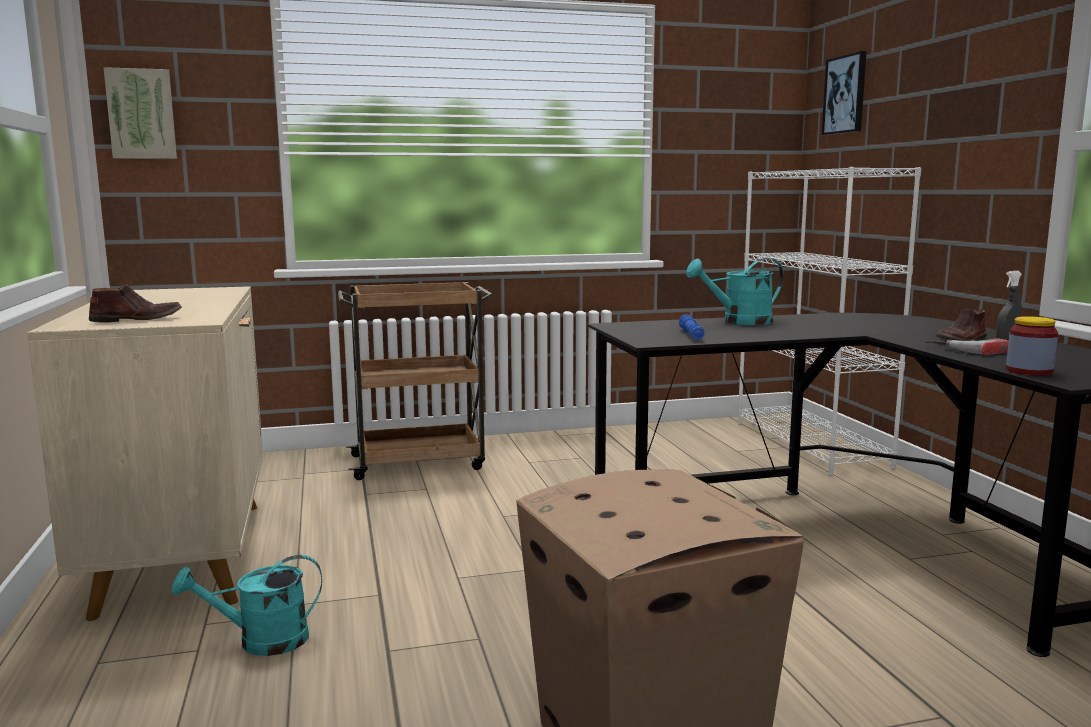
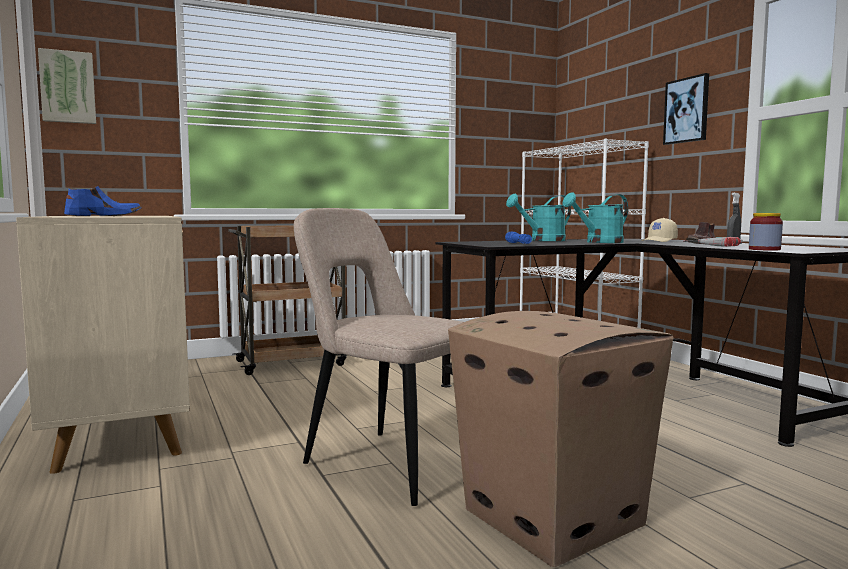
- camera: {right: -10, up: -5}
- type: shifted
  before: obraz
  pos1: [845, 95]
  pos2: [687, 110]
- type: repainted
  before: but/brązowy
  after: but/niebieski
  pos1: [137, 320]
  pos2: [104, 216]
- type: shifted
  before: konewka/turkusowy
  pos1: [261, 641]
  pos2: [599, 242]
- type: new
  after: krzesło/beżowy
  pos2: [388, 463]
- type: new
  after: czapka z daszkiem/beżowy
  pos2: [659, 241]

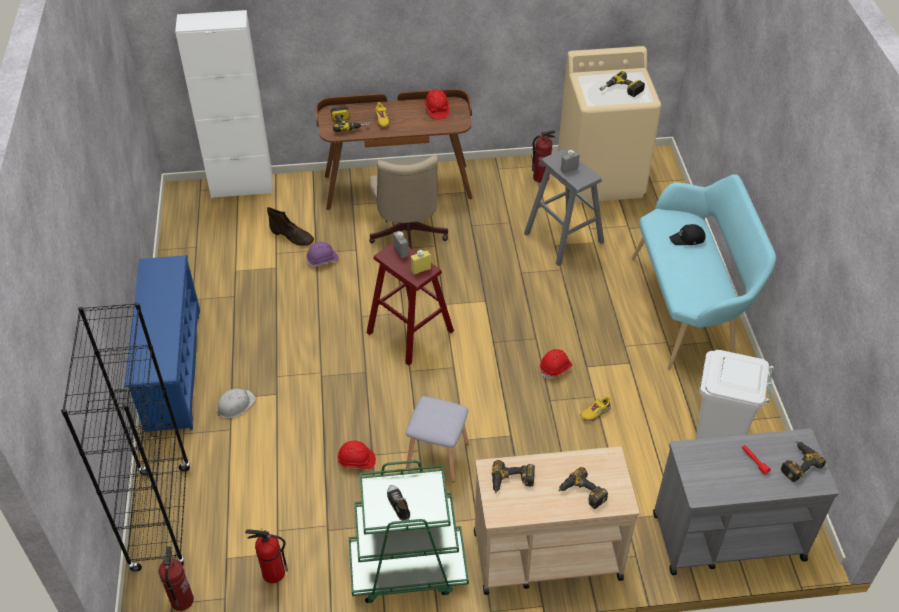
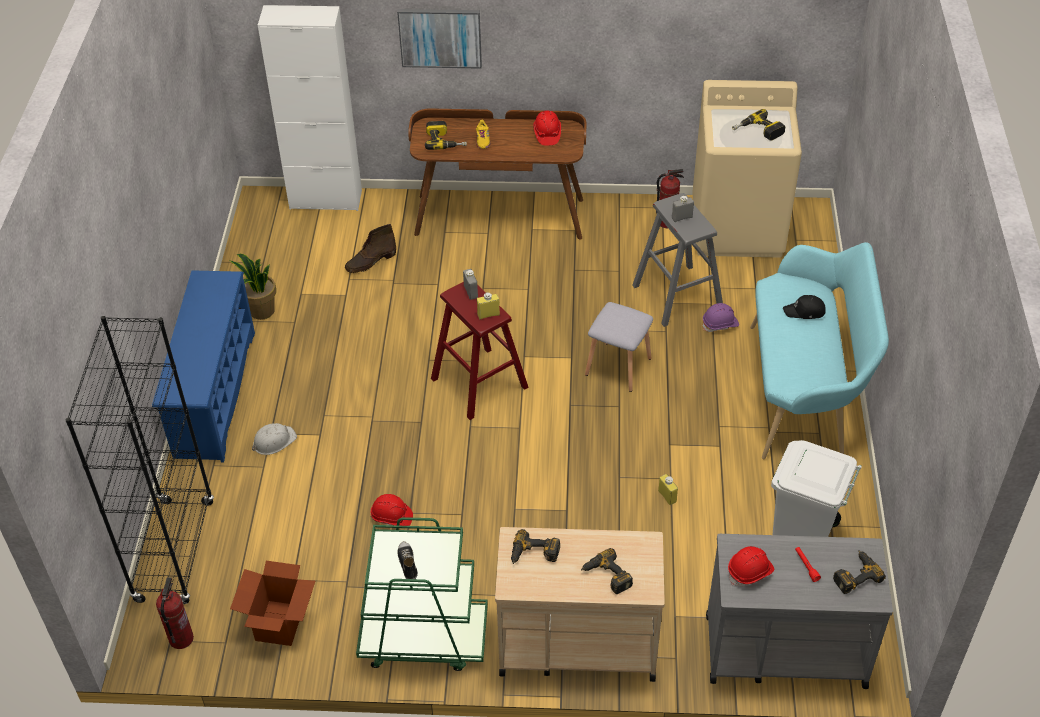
- camera: {right: 10, up: 0}
- type: gone
  before: krzesło biurowe/beżowy
  pos1: [407, 237]
- type: rotated
  before: but z cholewką/brązowy
  pos1: [292, 236]
  pos2: [370, 262]
  turn: 105
- type: shifted
  before: kask/fioletowy
  pos1: [322, 260]
  pos2: [720, 324]
- type: shifted
  before: kask/czerwony
  pos1: [555, 368]
  pos2: [750, 572]
- type: shifted
  before: stołek/szary
  pos1: [438, 455]
  pos2: [619, 366]
- type: swapped
  before: but/żółty
  after: butelka/żółty
  pos1: [595, 412]
  pos2: [667, 496]
- type: swapped
  before: gaśnica
  after: karton
  pos1: [272, 573]
  pos2: [279, 624]
- type: new
  after: obraz
  pos2: [440, 37]
- type: new
  after: roślina doniczkowa
  pos2: [261, 311]

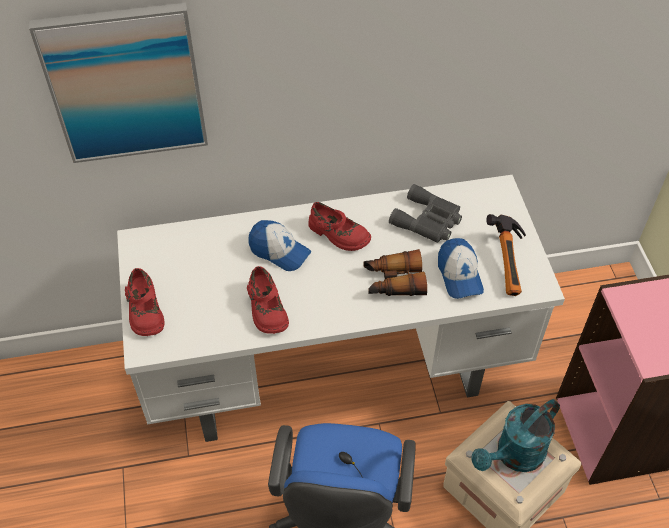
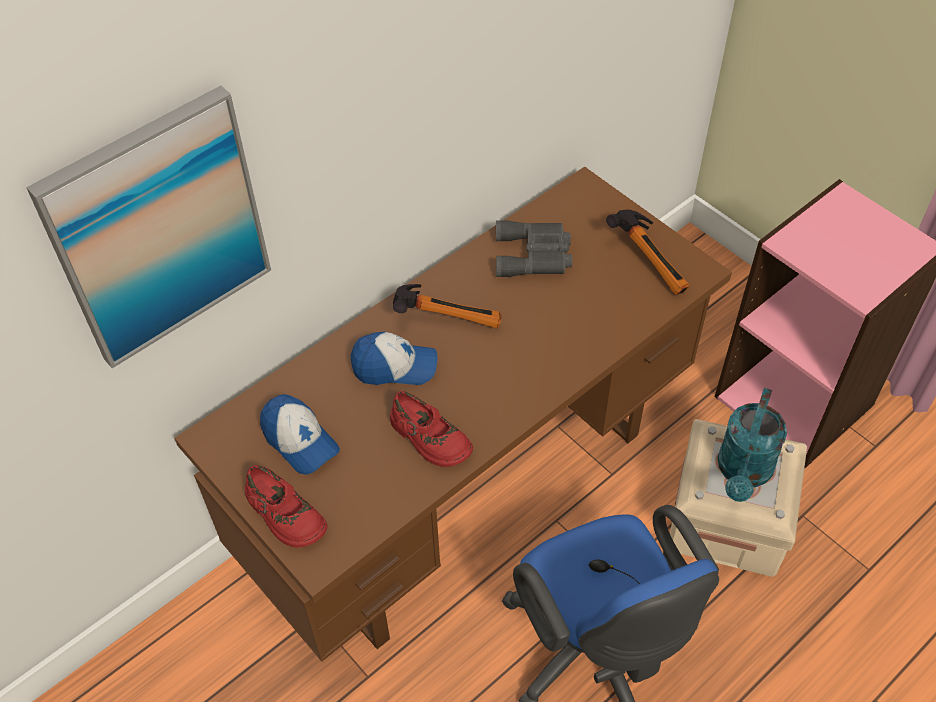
- camera: {right: -30, up: 0}
- type: repainted
  before: biurko/biały
  after: biurko/brązowy
  pos1: [335, 371]
  pos2: [470, 489]
- type: swapped
  before: but/czerwony
  after: młotek
  pos1: [338, 234]
  pos2: [448, 316]
- type: shifted
  before: czapka z daszkiem
  pos1: [459, 275]
  pos2: [300, 441]
- type: gone
  before: lornetka
  pos1: [393, 281]

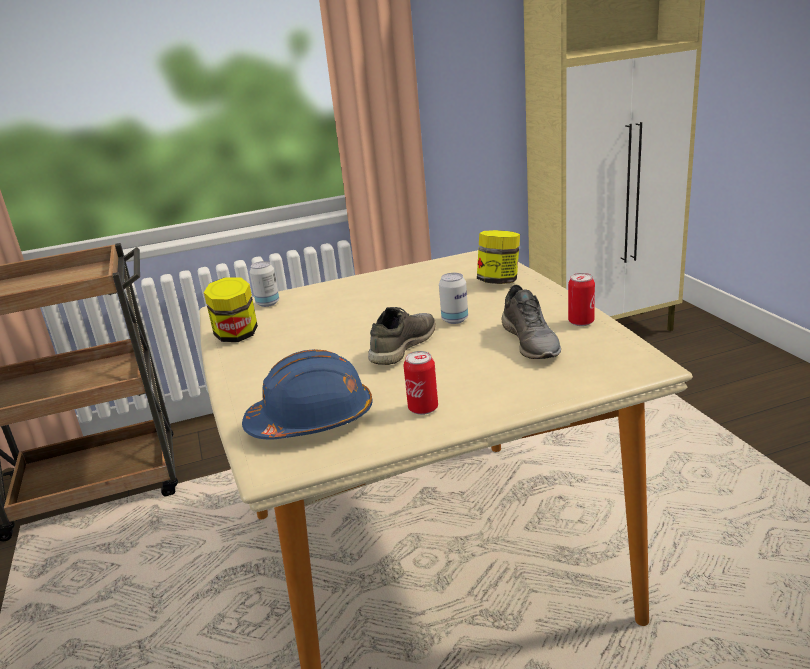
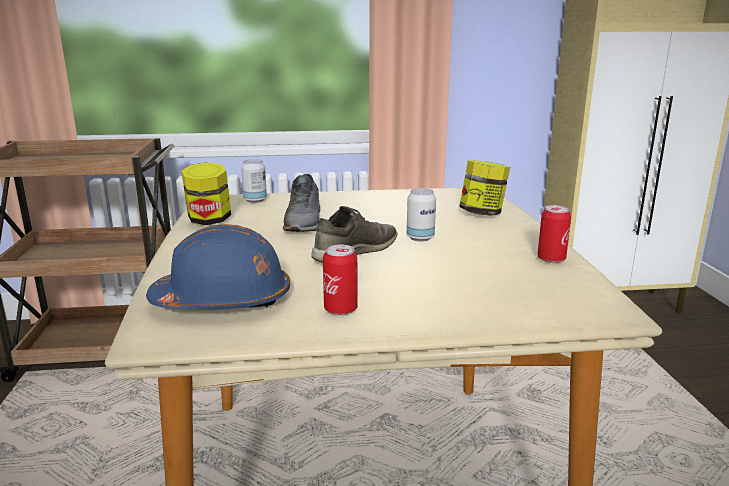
- camera: {right: 10, up: -5}
- type: shifted
  before: but/szary
  pos1: [531, 342]
  pos2: [305, 222]

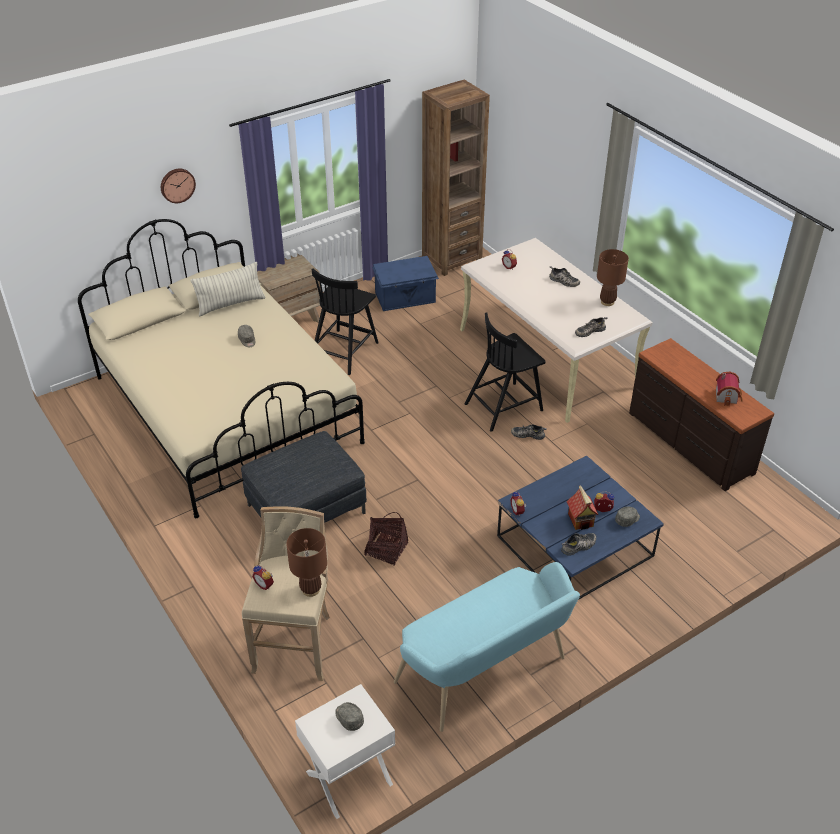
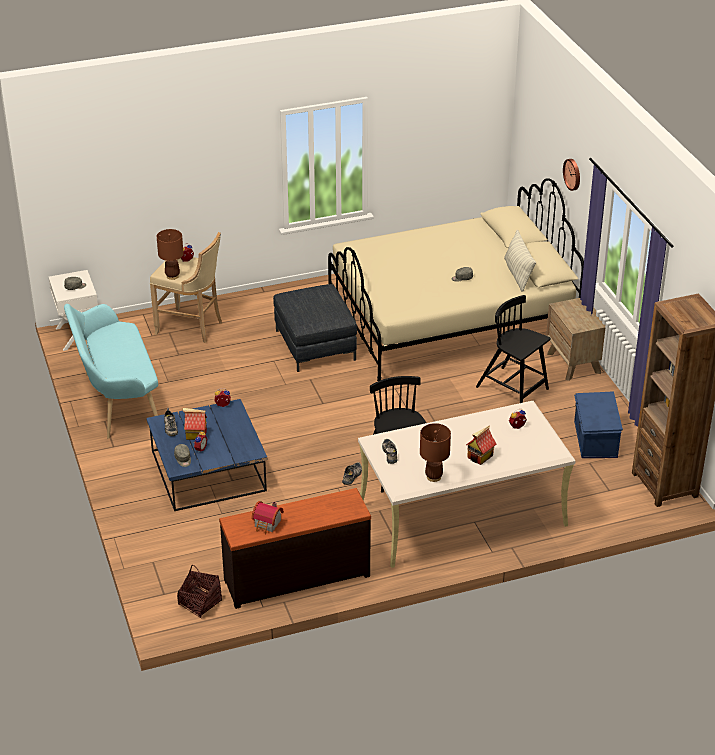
- camera: {right: 105, up: -5}
- type: swapped
  before: but
  after: domek
  pos1: [563, 281]
  pos2: [480, 457]
- type: shifted
  before: koszyk
  pos1: [386, 549]
  pos2: [200, 603]

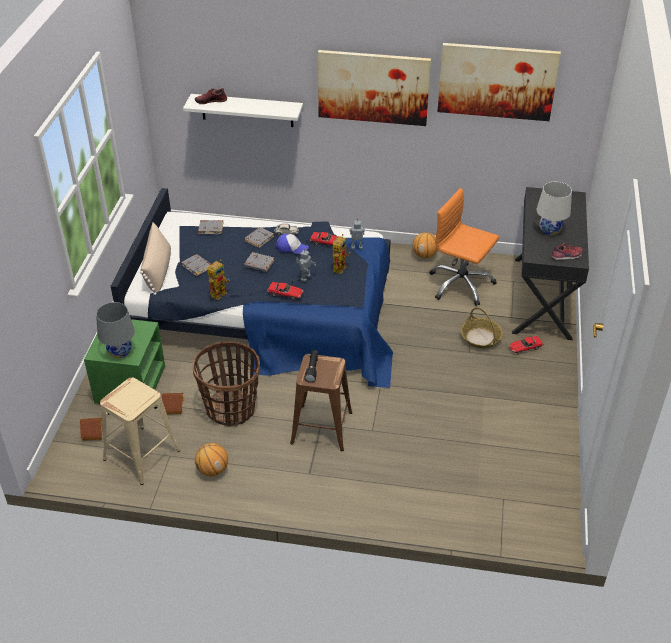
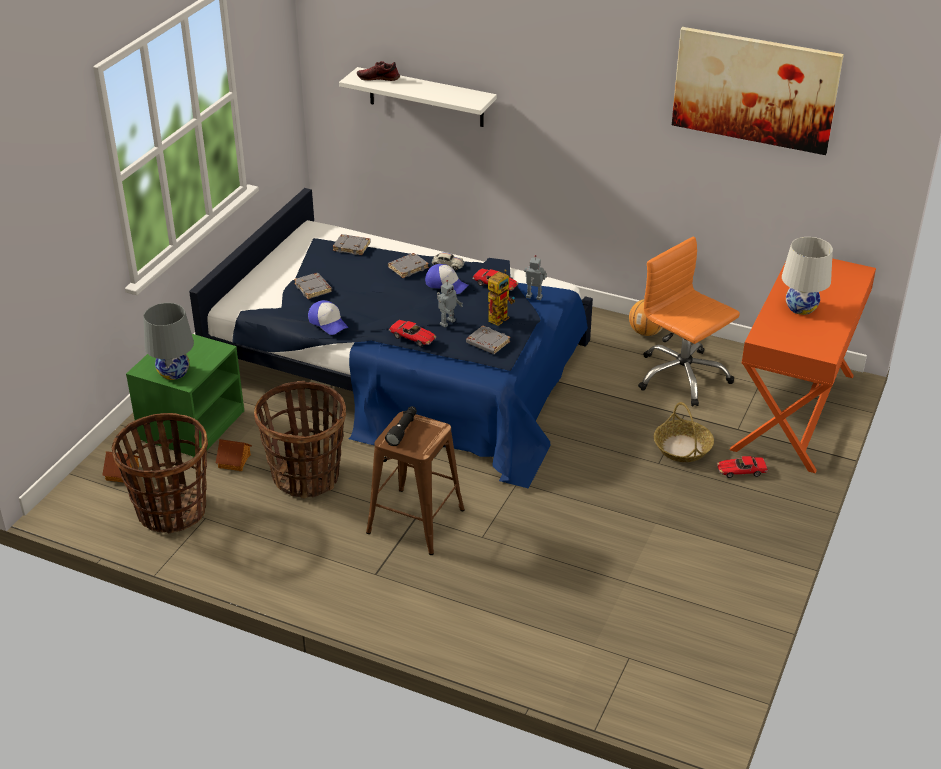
- camera: {right: 15, up: -5}
- type: gone
  before: obraz
  pos1: [373, 87]
- type: repainted
  before: biurko/czarny
  after: biurko/pomarańczowy
  pos1: [543, 298]
  pos2: [794, 412]
- type: gone
  before: poduszka/beżowy
  pos1: [158, 271]
- type: gone
  before: but
  pos1: [566, 256]
- type: shifted
  before: książka/szary
  pos1: [258, 264]
  pos2: [487, 343]
- type: swapped
  before: robot zabawkowy
  after: czapka z daszkiem
  pos1: [219, 292]
  pos2: [328, 323]
- type: swapped
  before: stołek/beżowy
  after: koszyk
  pos1: [142, 455]
  pos2: [171, 511]
- type: gone
  before: piłka do koszykówki
  pos1: [212, 470]

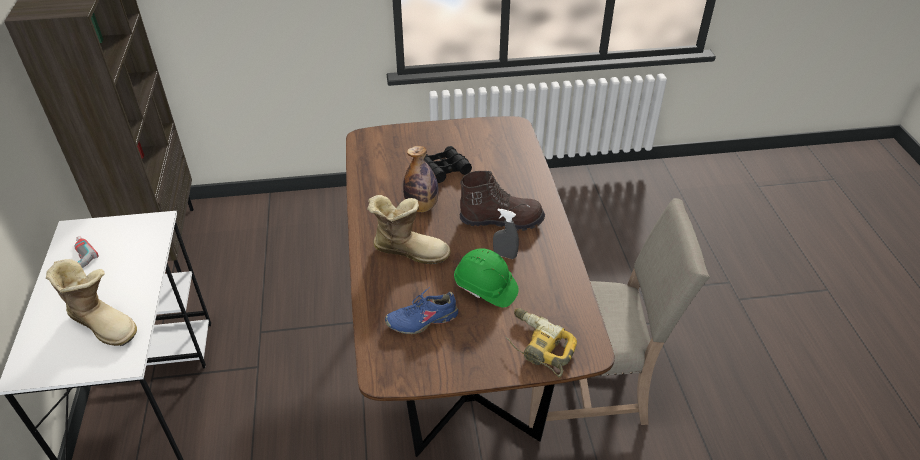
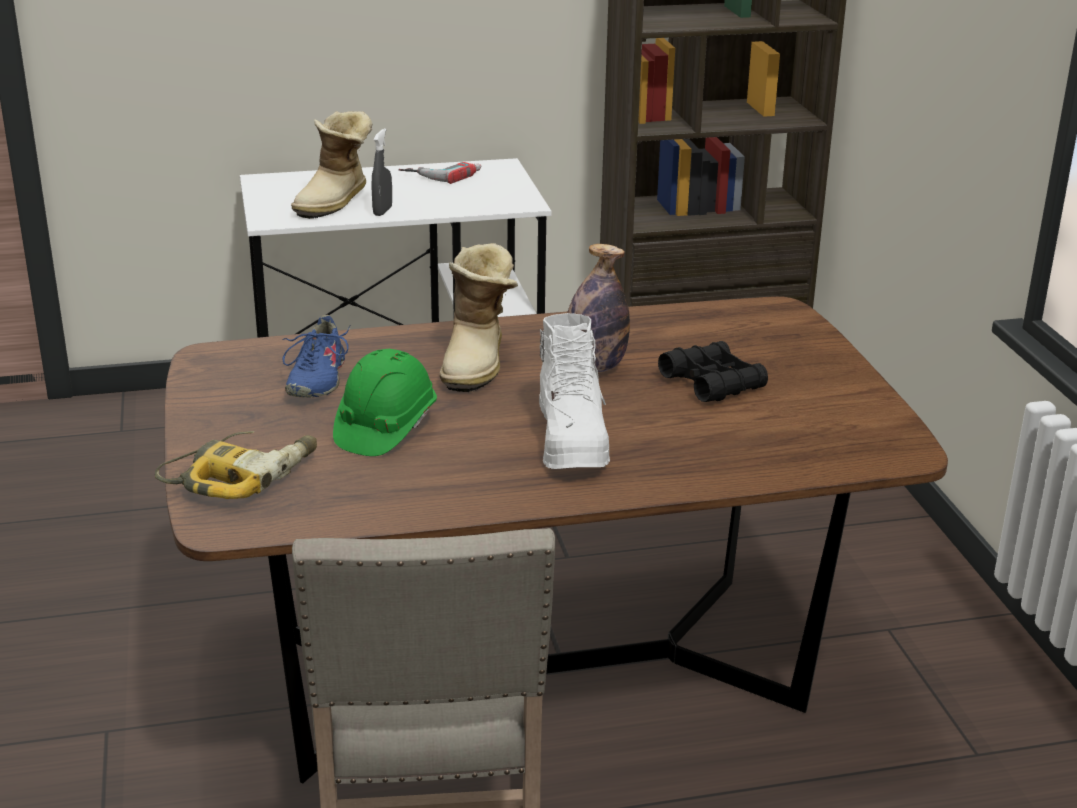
- camera: {right: 85, up: -15}
- type: repainted
  before: but z cholewką/brązowy
  after: but z cholewką/biały
  pos1: [501, 220]
  pos2: [572, 440]
- type: shifted
  before: spryskiwacz/szary
  pos1: [505, 255]
  pos2: [382, 211]
- type: rotated
  before: but/niebieski
  pos1: [422, 319]
  pos2: [316, 379]
  turn: -150

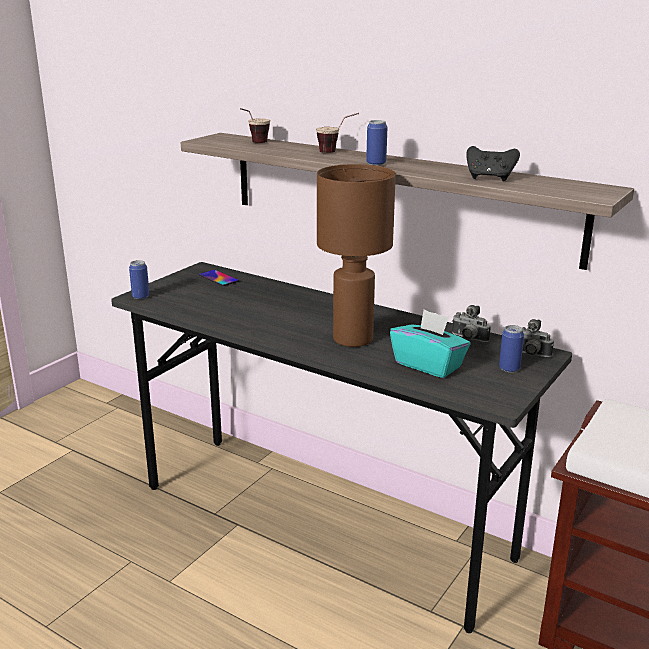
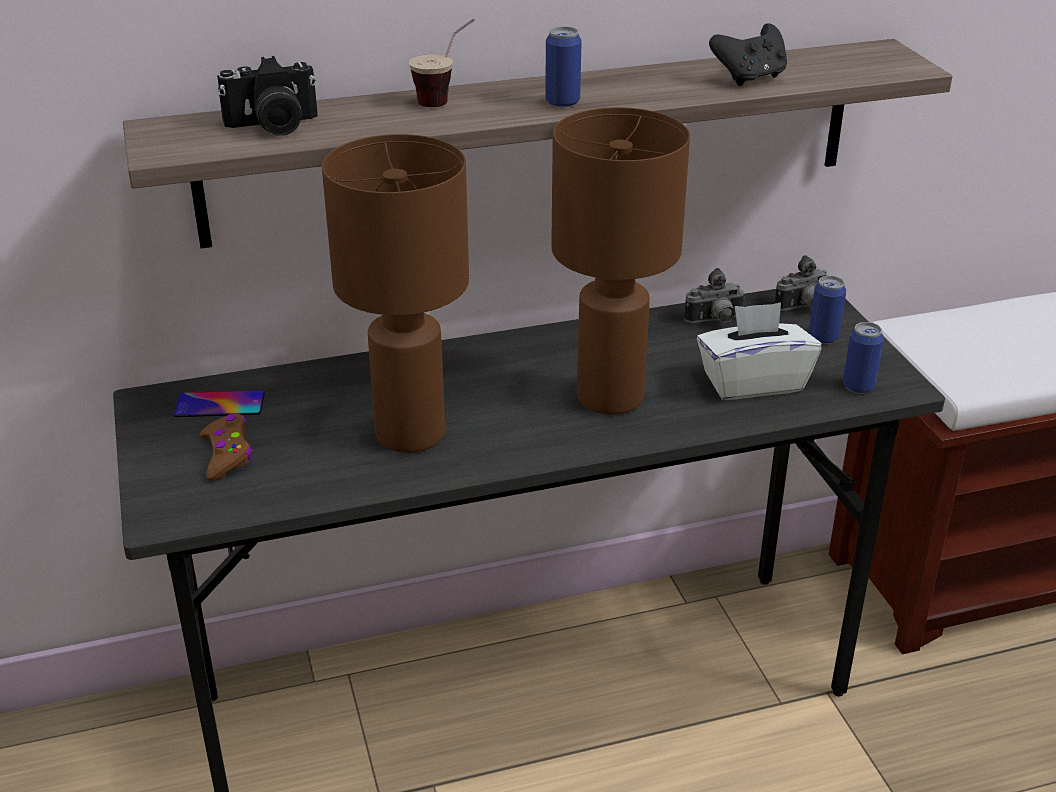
- camera: {right: -50, up: 10}
- type: swapped
  before: filiżanka
  after: aparat fotograficzny
  pos1: [254, 143]
  pos2: [273, 126]
- type: shifted
  before: puszka
  pos1: [140, 296]
  pos2: [858, 386]
- type: repainted
  before: pudełko chusteczek/turkusowy
  after: pudełko chusteczek/biały
  pos1: [428, 365]
  pos2: [753, 382]
- type: new
  after: lampa stołowa/brązowy
  pos2: [409, 435]
- type: new
  after: pad do gier/brązowy
  pos2: [227, 454]

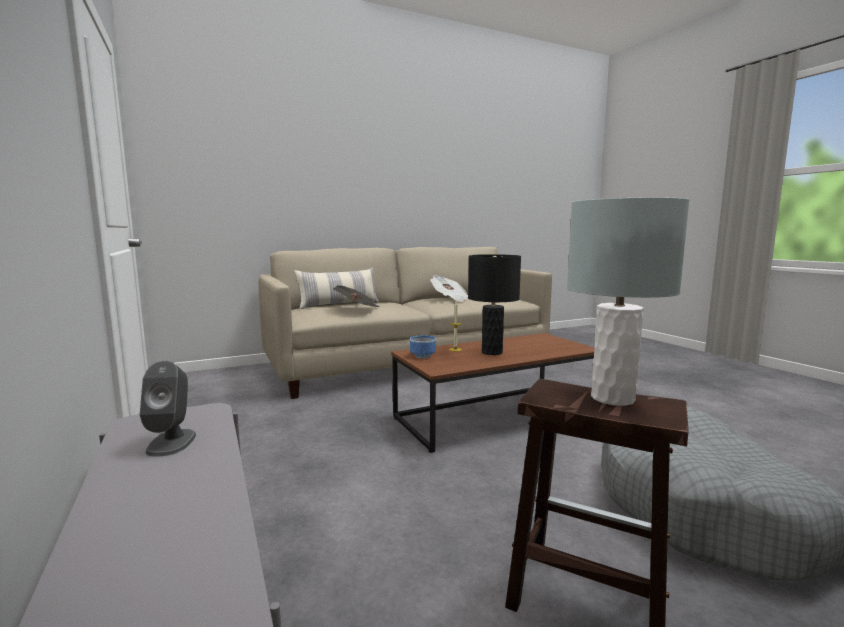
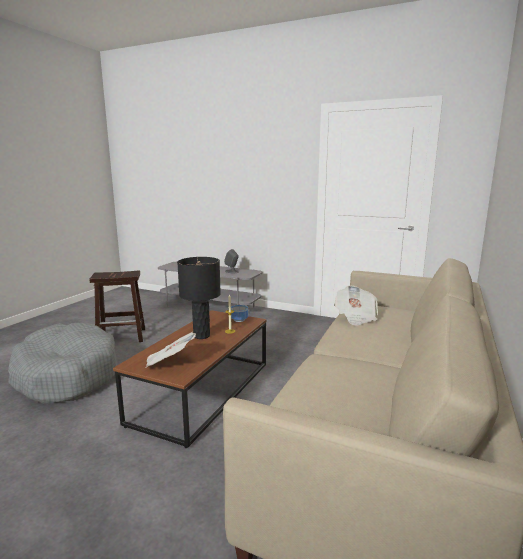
- camera: {right: 140, up: 5}
- type: gone
  before: lampa stołowa/szary
  pos1: [613, 398]
- type: gone
  before: poduszka
  pos1: [339, 305]
- type: shifted
  before: gazeta
  pos1: [450, 299]
  pos2: [169, 362]

